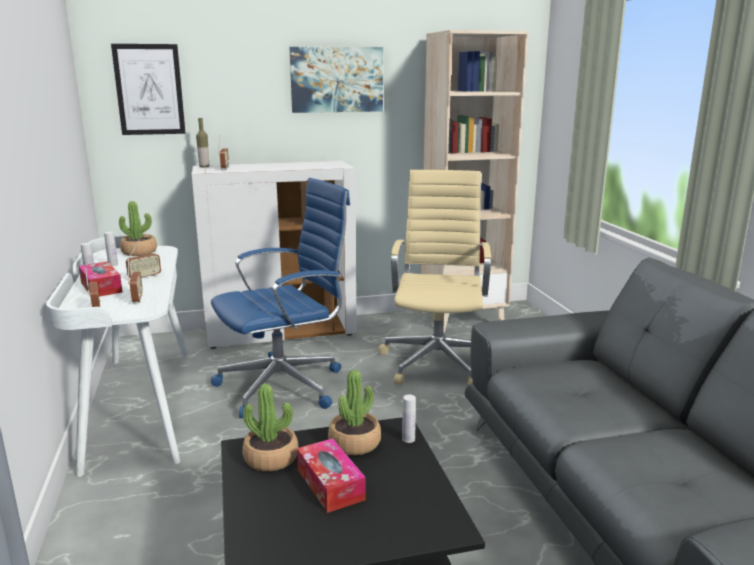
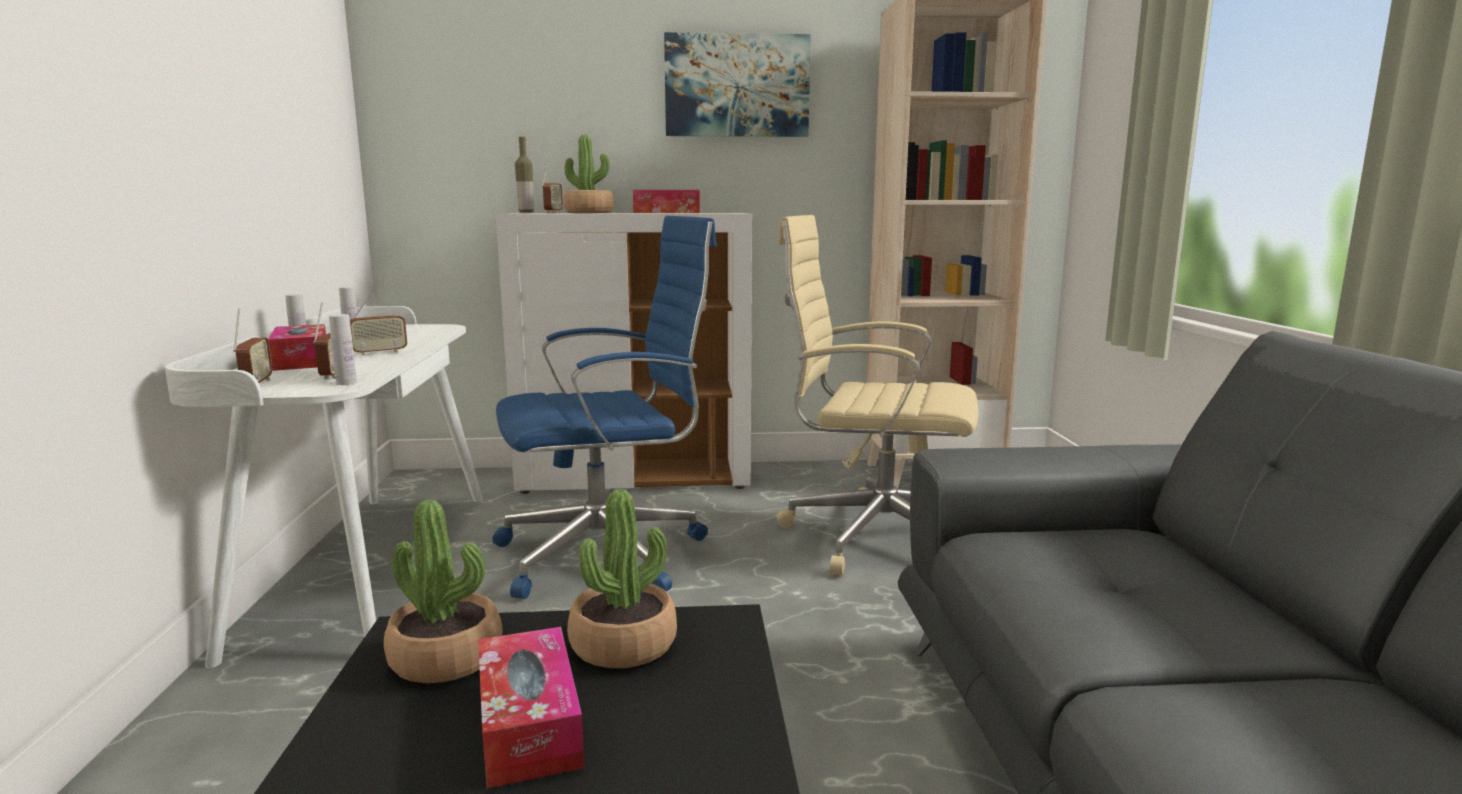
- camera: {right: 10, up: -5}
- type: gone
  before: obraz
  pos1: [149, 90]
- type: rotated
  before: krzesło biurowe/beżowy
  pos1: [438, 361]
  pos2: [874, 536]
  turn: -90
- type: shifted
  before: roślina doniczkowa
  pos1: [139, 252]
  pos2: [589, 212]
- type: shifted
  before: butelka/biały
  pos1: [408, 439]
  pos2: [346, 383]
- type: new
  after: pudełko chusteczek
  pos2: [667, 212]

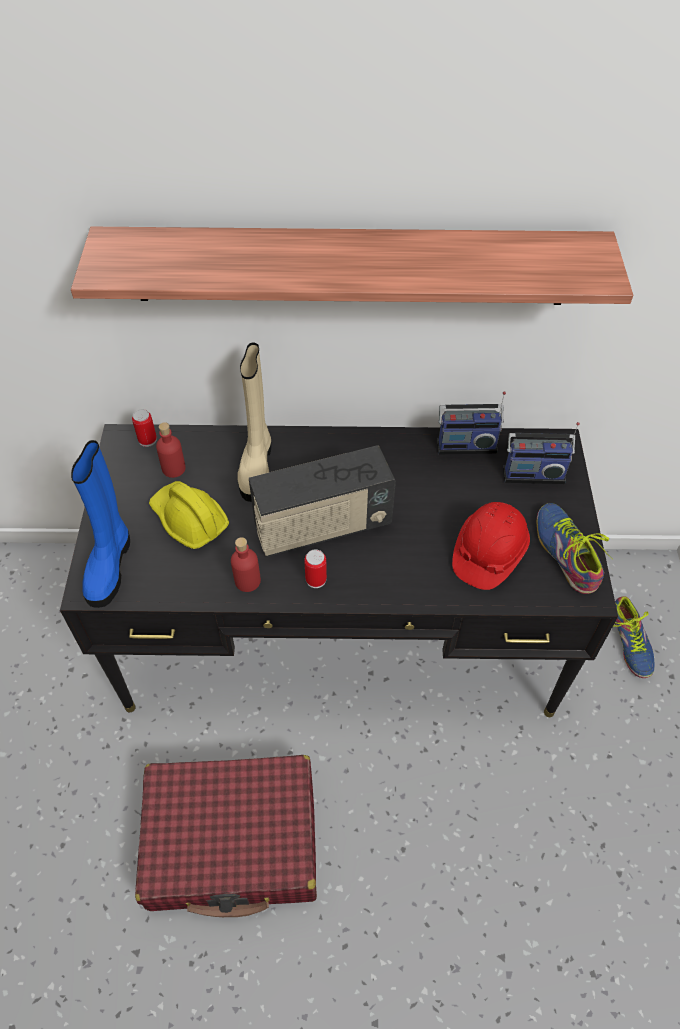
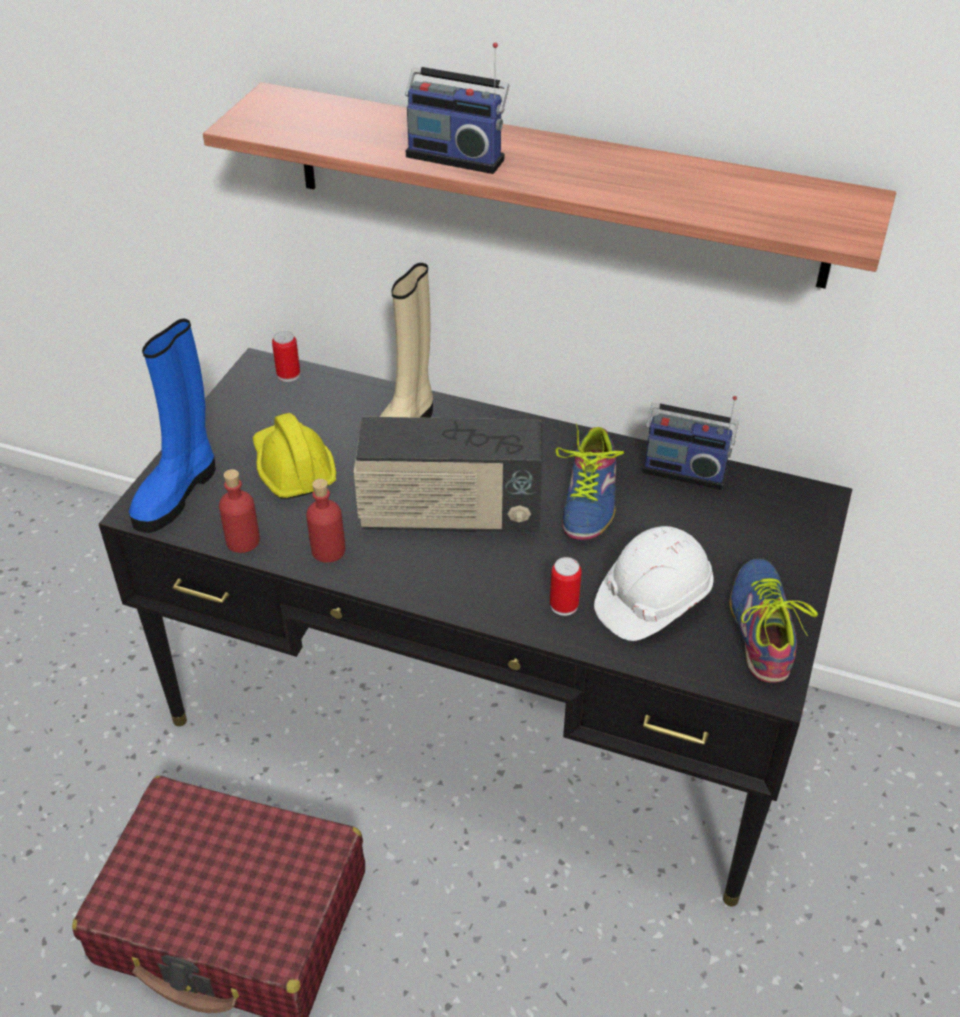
- camera: {right: 20, up: -10}
- type: shifted
  before: butelka/czerwony
  pos1: [174, 468]
  pos2: [243, 541]
- type: shifted
  before: radio
  pos1: [533, 473]
  pos2: [457, 156]
- type: repainted
  before: kask/czerwony
  after: kask/biały
  pos1: [488, 553]
  pos2: [652, 600]
- type: shifted
  before: puszka
  pos1: [316, 579]
  pos2: [564, 605]
- type: shifted
  before: but
  pos1: [630, 642]
  pos2: [589, 499]

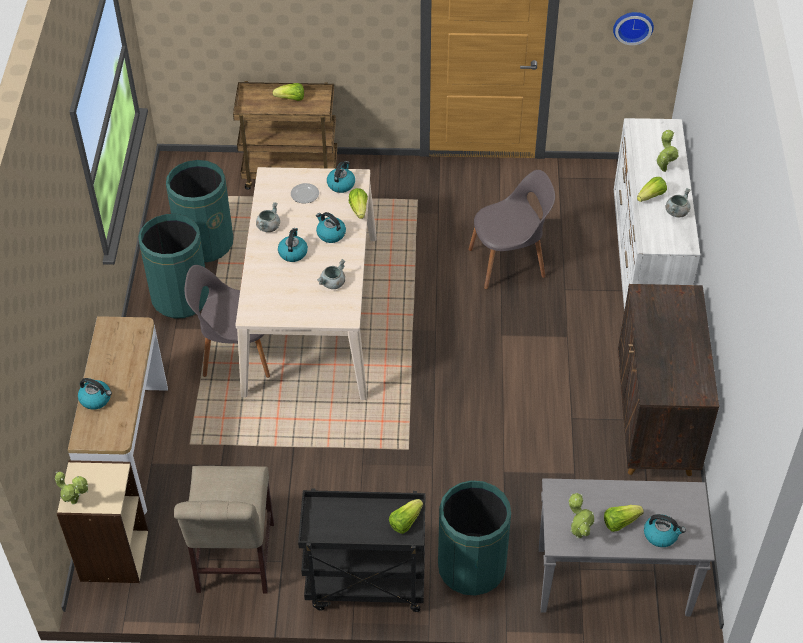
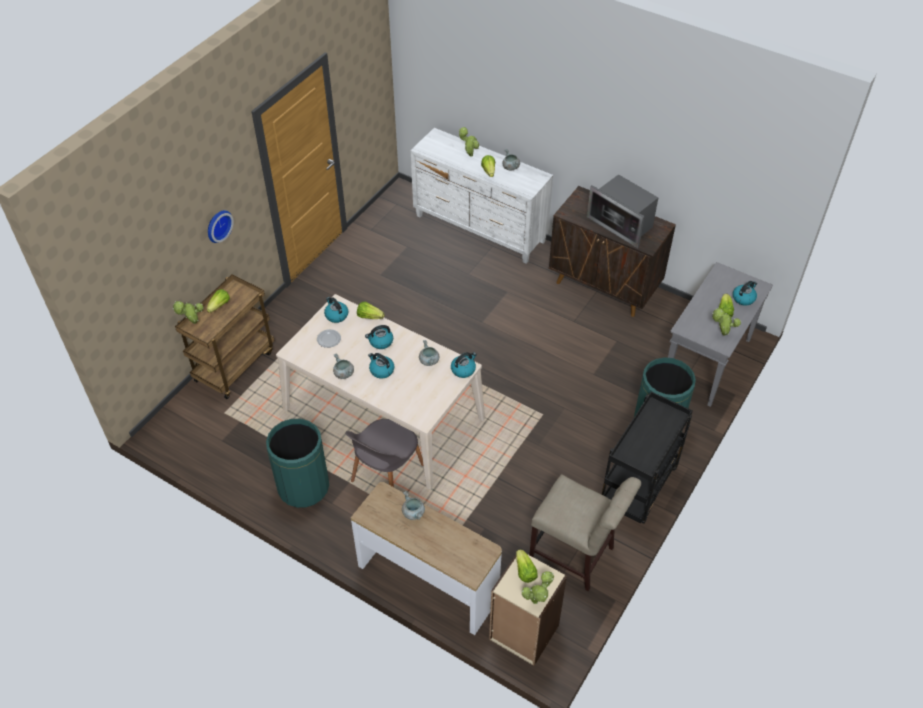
- camera: {right: -60, up: 0}
- type: shifted
  before: zegar ścienny
  pos1: [633, 26]
  pos2: [217, 225]
- type: gone
  before: kosz na śmieci/zielony
  pos1: [205, 243]
- type: gone
  before: krzesło/szary
  pos1: [509, 262]
- type: shifted
  before: czajnik
  pos1: [96, 399]
  pos2: [463, 369]
- type: shifted
  before: sałata
  pos1: [405, 521]
  pos2: [525, 571]
- type: new
  after: mikrofalówka
  pos2: [622, 224]
- type: new
  after: roślina doniczkowa
  pos2: [193, 323]
- type: new
  after: garnek/szary
  pos2: [414, 513]

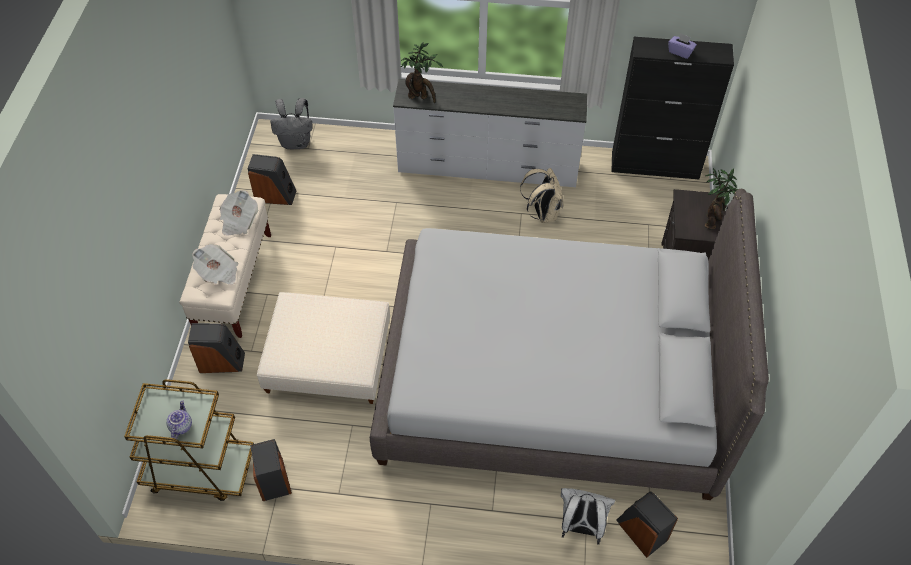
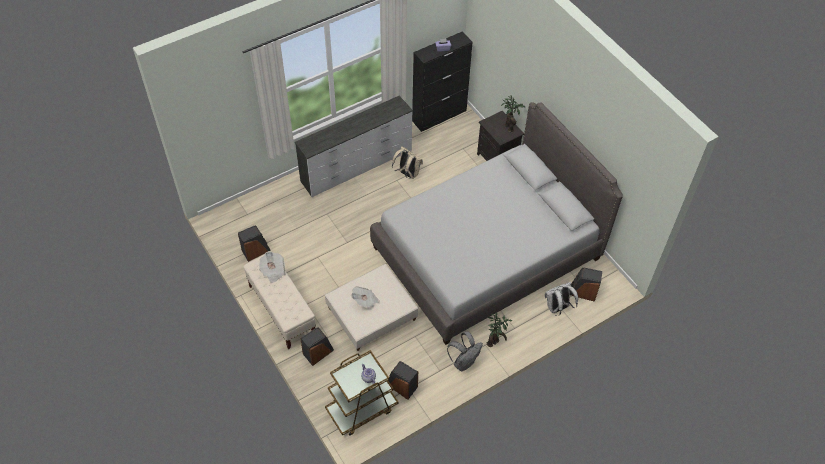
- camera: {right: -40, up: 0}
- type: shifted
  before: roślina doniczkowa
  pos1: [420, 97]
  pos2: [495, 342]
- type: shifted
  before: plecak/szary
  pos1: [296, 142]
  pos2: [464, 362]
- type: shifted
  before: gazeta
  pos1: [218, 272]
  pos2: [365, 301]

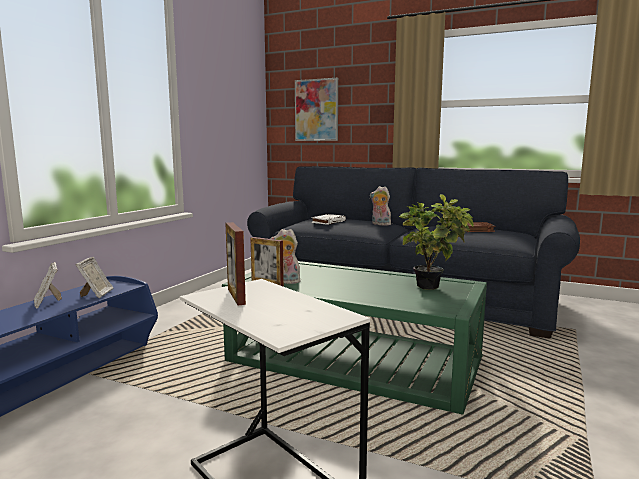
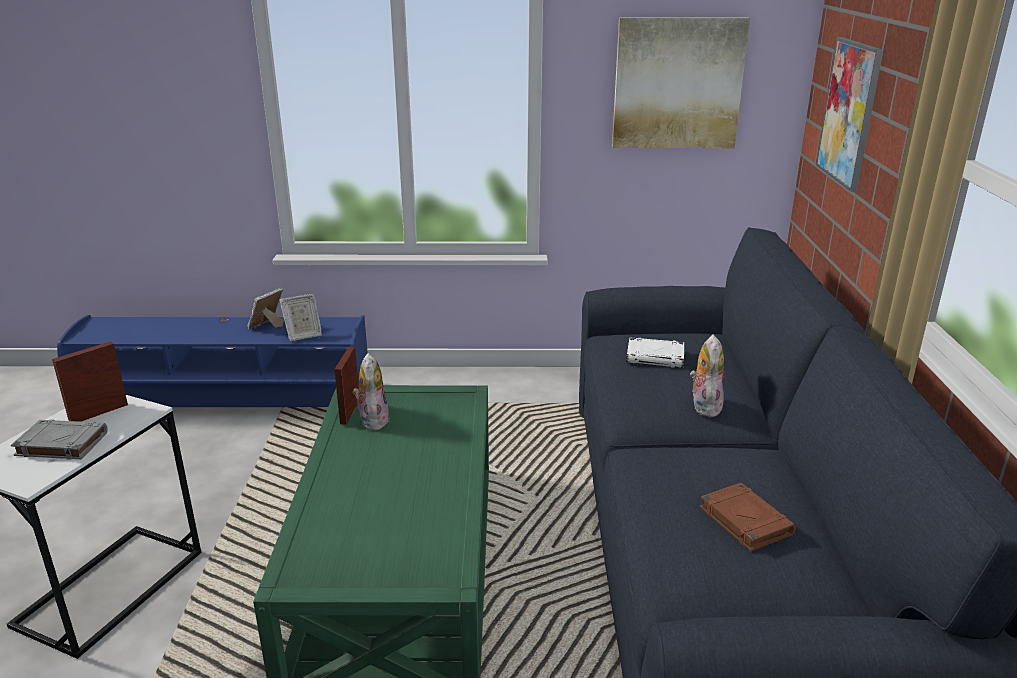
- camera: {right: 65, up: 15}
- type: gone
  before: roślina doniczkowa
  pos1: [433, 287]
- type: new
  after: obraz
  pos2: [677, 83]
- type: new
  after: książka/szary
  pos2: [61, 444]

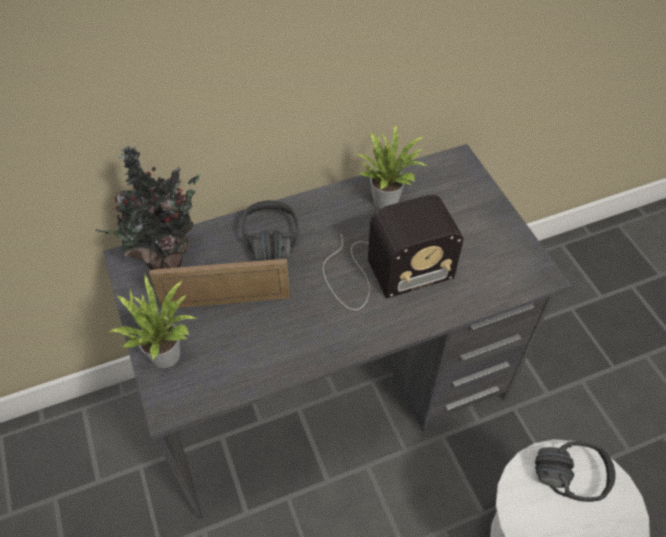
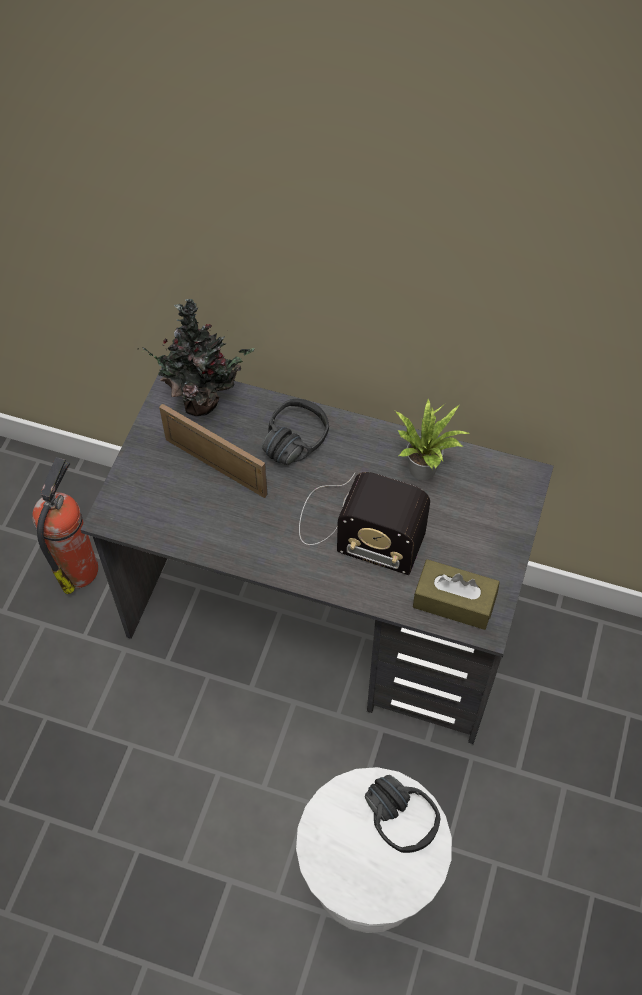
- camera: {right: 40, up: 5}
- type: gone
  before: roślina doniczkowa
  pos1: [166, 351]
- type: new
  after: gaśnica
  pos2: [78, 567]
- type: new
  after: pudełko chusteczek/brązowy
  pos2: [454, 601]

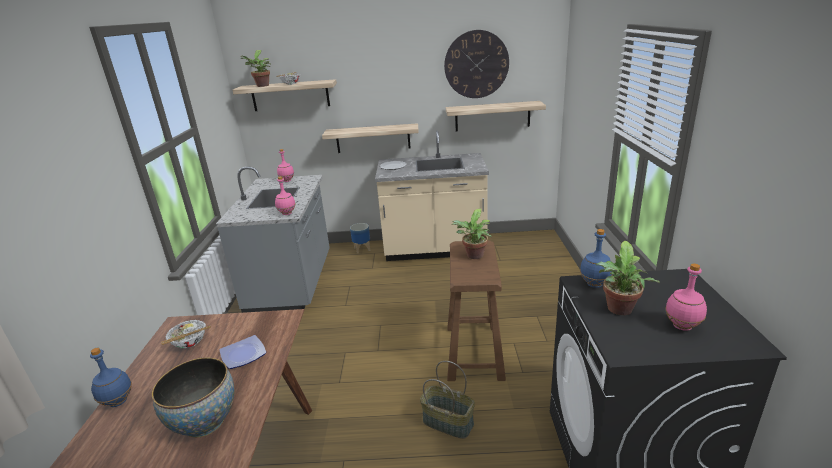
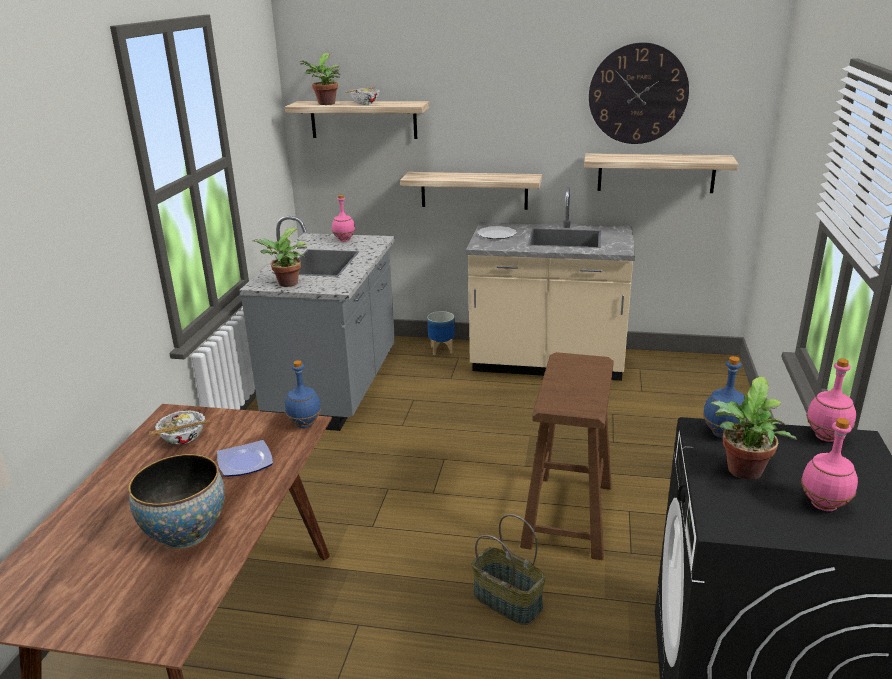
- camera: {right: 10, up: 0}
- type: shifted
  before: butelka/różowy
  pos1: [286, 213]
  pos2: [825, 437]
- type: shifted
  before: roślina doniczkowa
  pos1: [473, 256]
  pos2: [286, 284]
- type: shifted
  before: butelka/niebieski
  pos1: [117, 402]
  pos2: [304, 424]

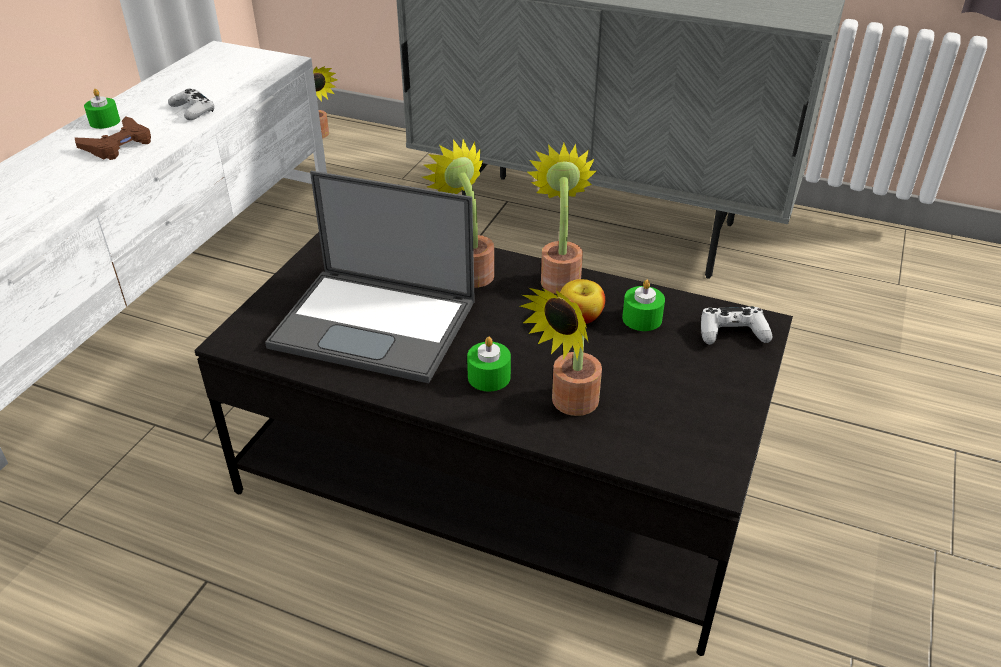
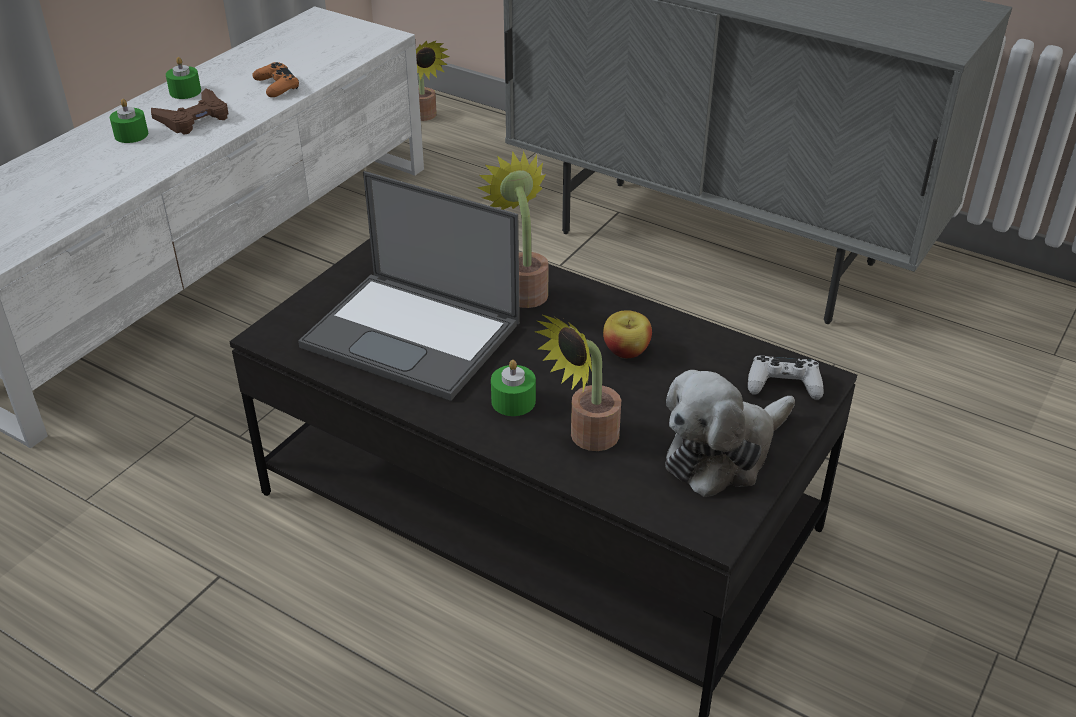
- camera: {right: 10, up: 0}
- type: repainted
  before: pad do gier/biały
  after: pad do gier/pomarańczowy
  pos1: [193, 110]
  pos2: [277, 86]
- type: gone
  before: roślina doniczkowa
  pos1: [559, 277]
- type: shifted
  before: świeca/zielony
  pos1: [642, 318]
  pos2: [131, 135]
- type: new
  after: pluszak
  pos2: [723, 453]

